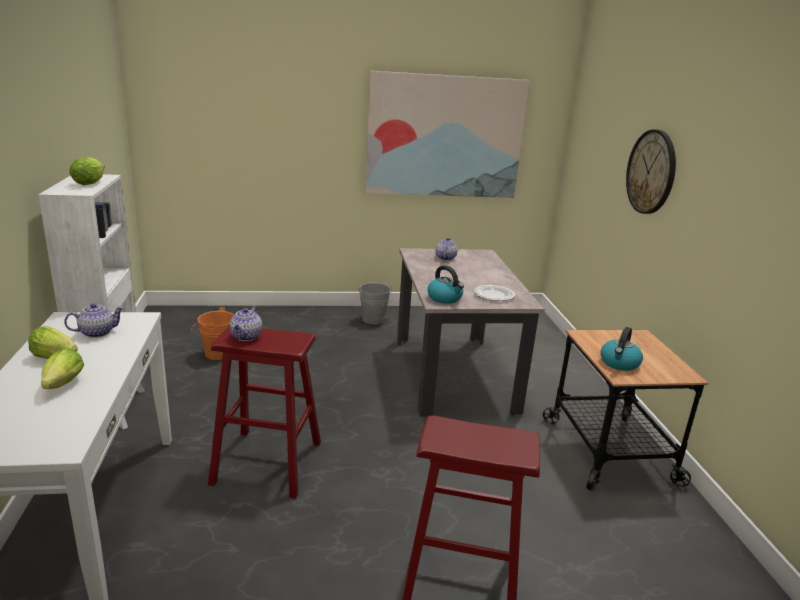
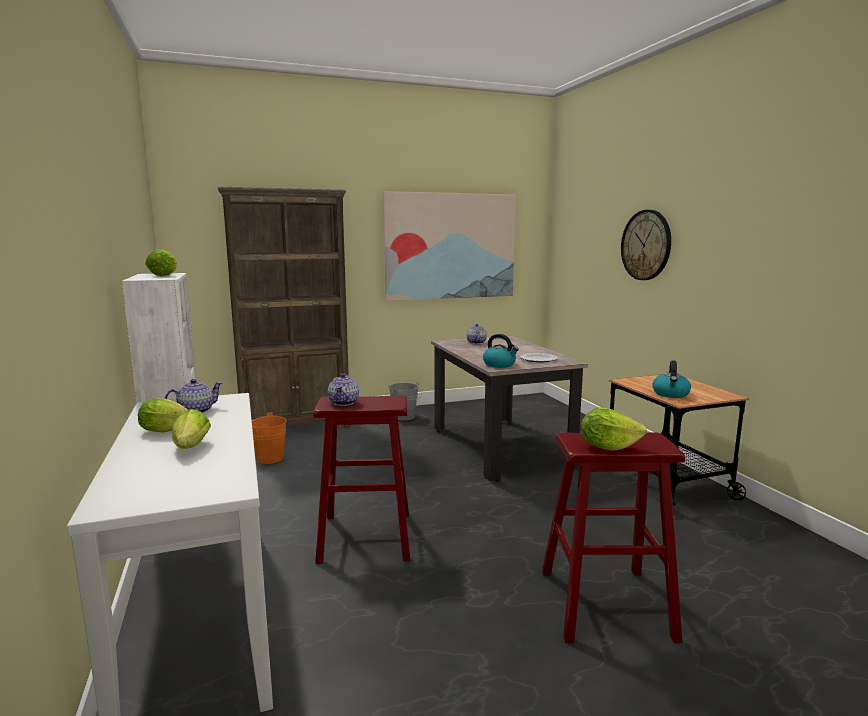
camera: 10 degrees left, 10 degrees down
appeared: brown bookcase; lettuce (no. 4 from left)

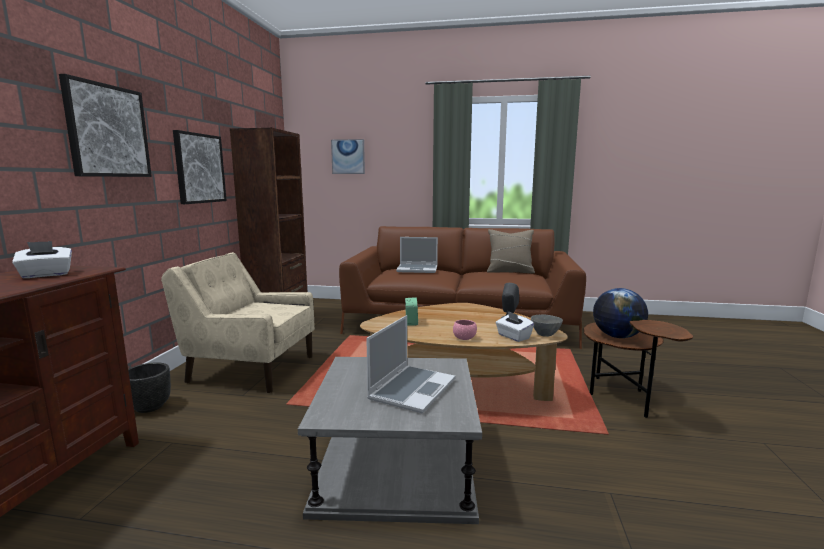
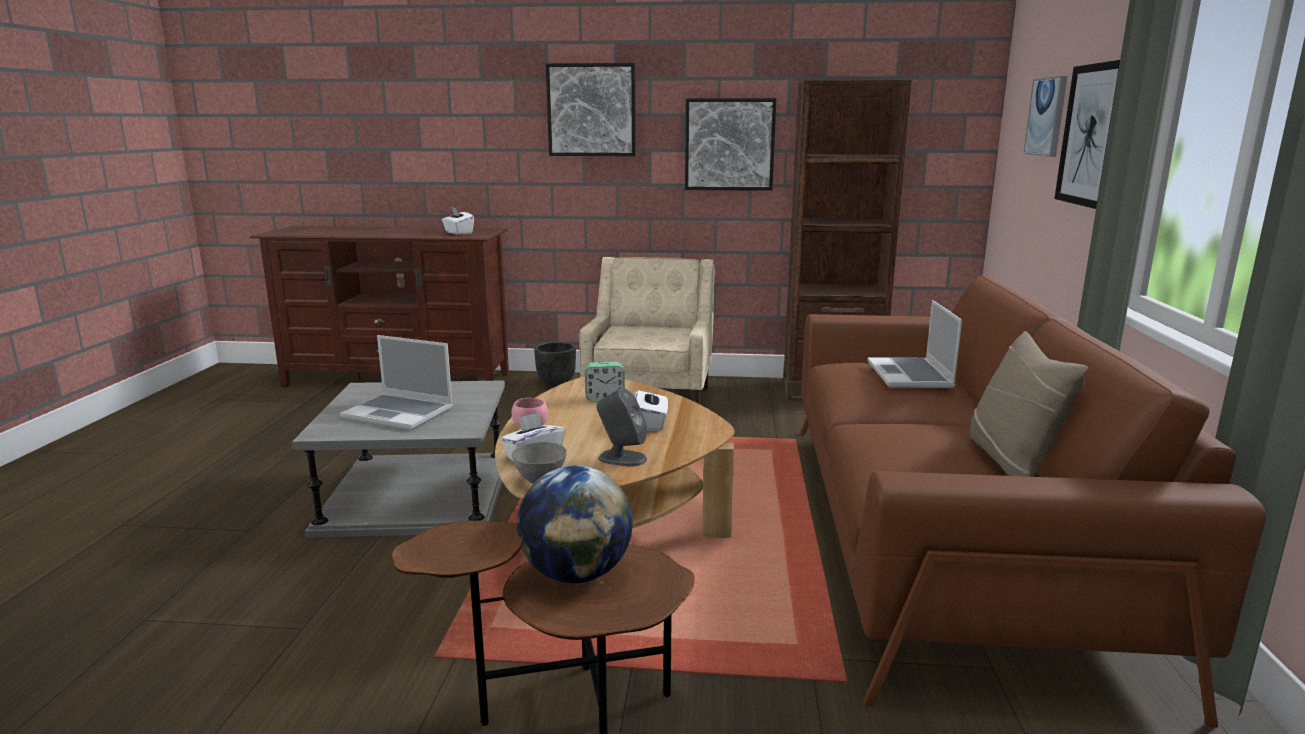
camera: 85 degrees right, 5 degrees up
appeared: white tissue box (no. 3 from left); picture (no. 4 from left)

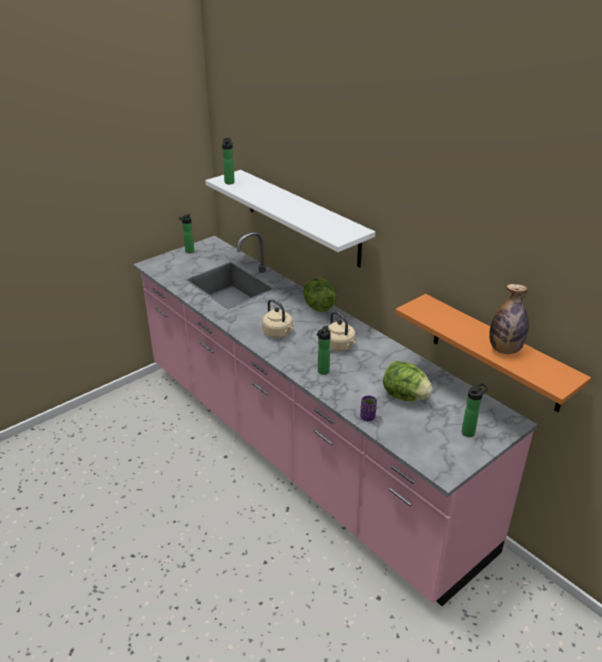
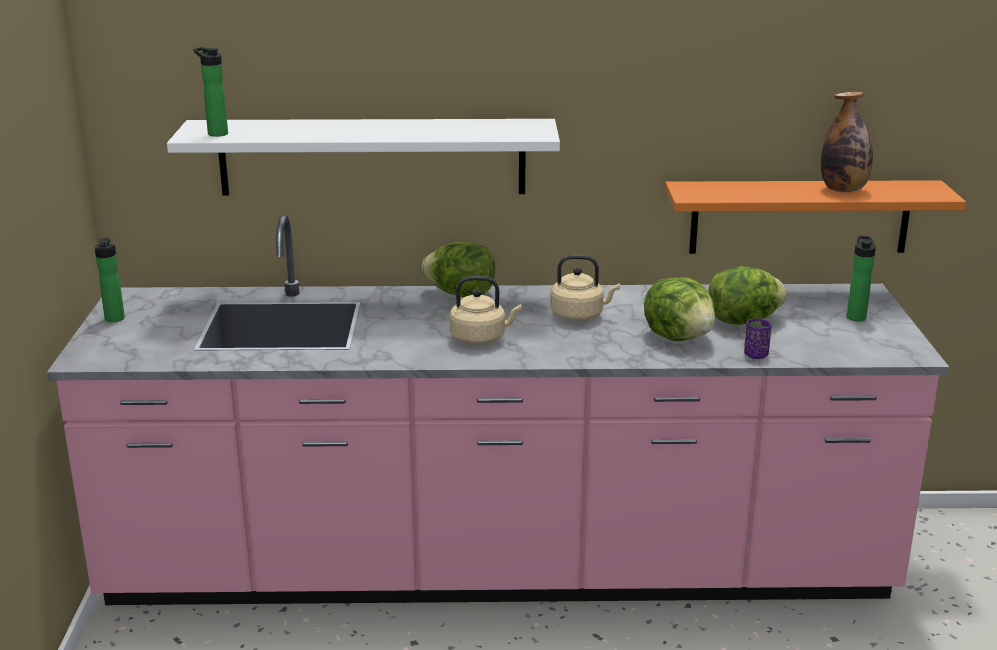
camera: 50 degrees left, 10 degrees down
missing: bottle (no. 3 from left)
appeared: lettuce (no. 2 from left)

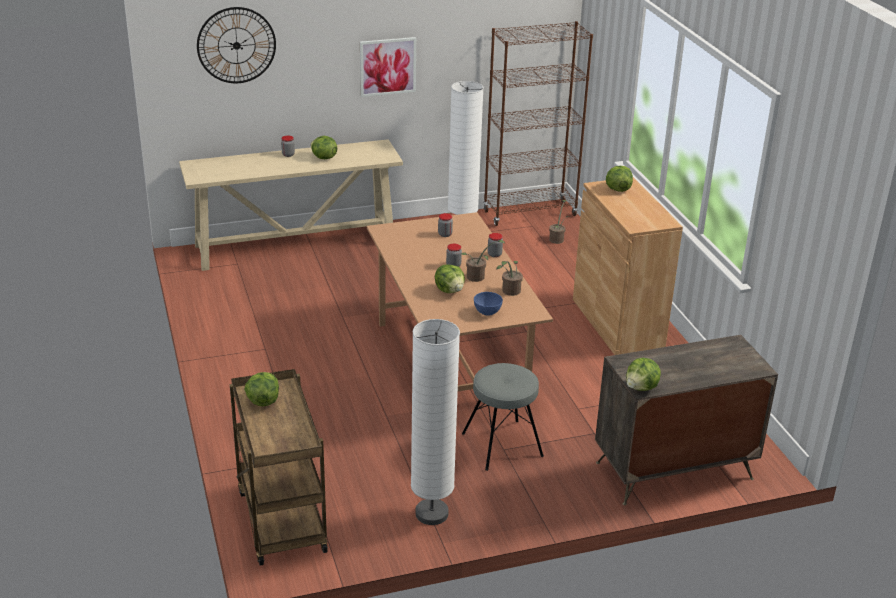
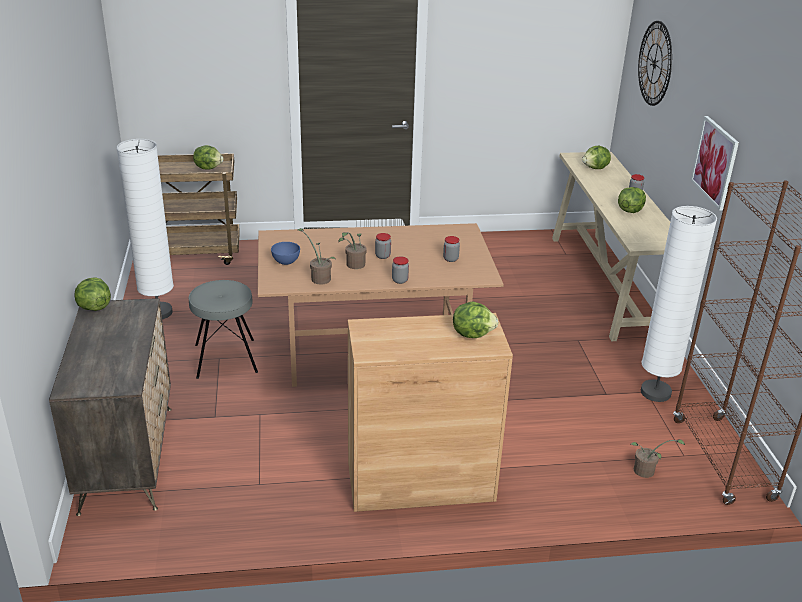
camera: 100 degrees right, 0 degrees up
relocated: lettuce (no. 3 from left in the first image) to lettuce (no. 4 from left)

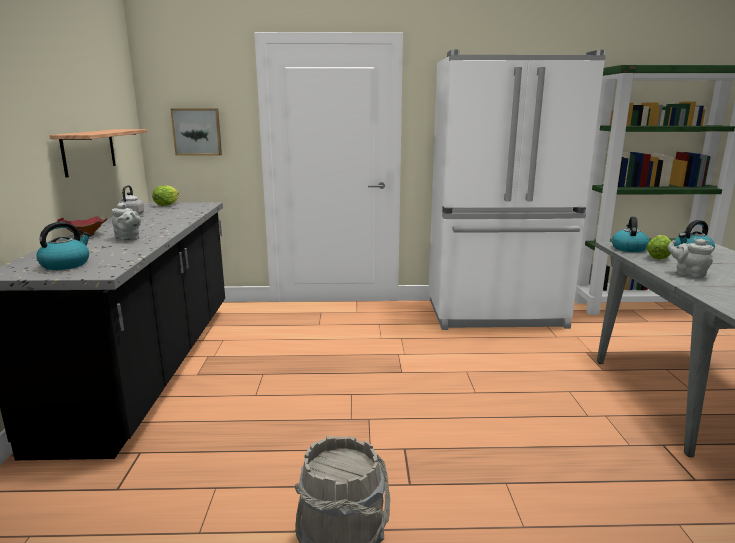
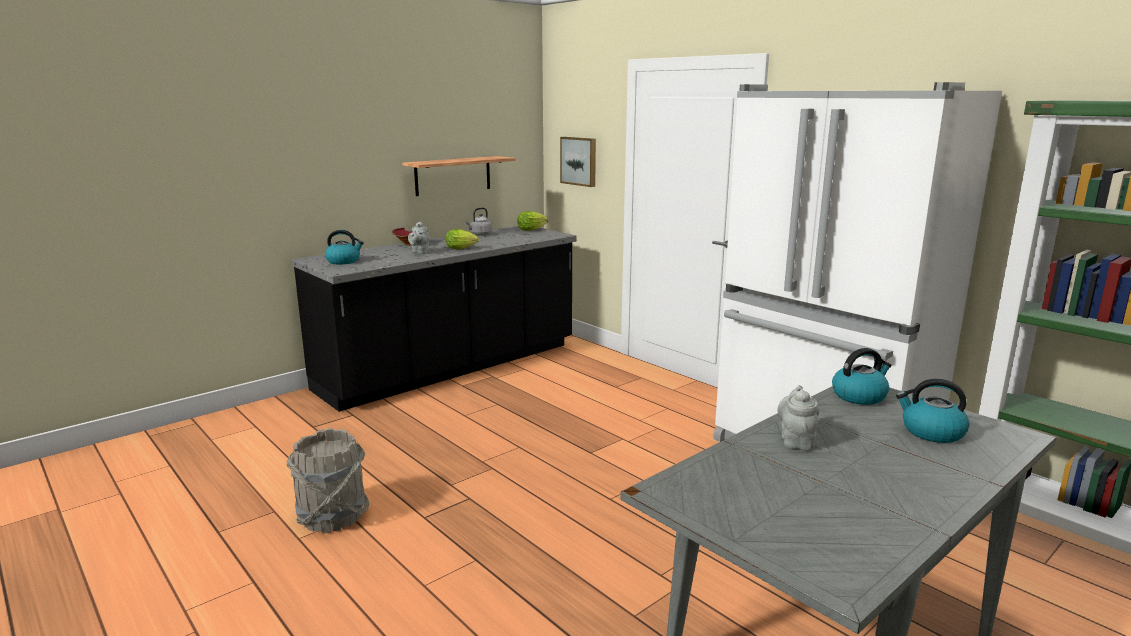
camera: 50 degrees right, 0 degrees up
relocated: lettuce (no. 2 from left in the first image) to lettuce (no. 1 from left)

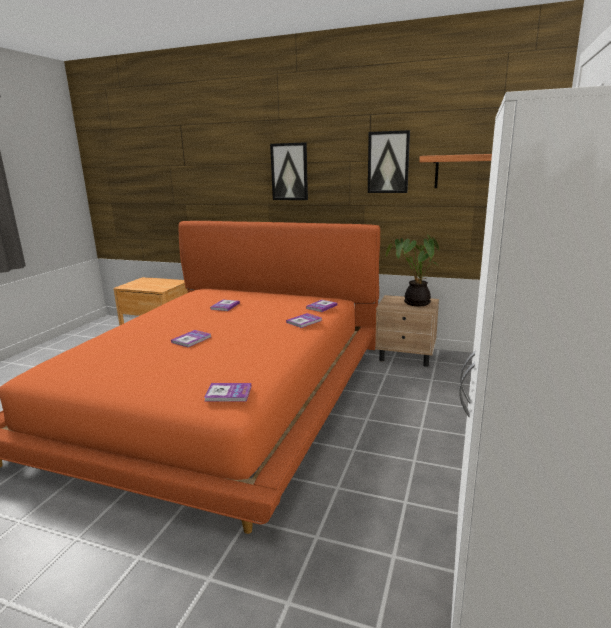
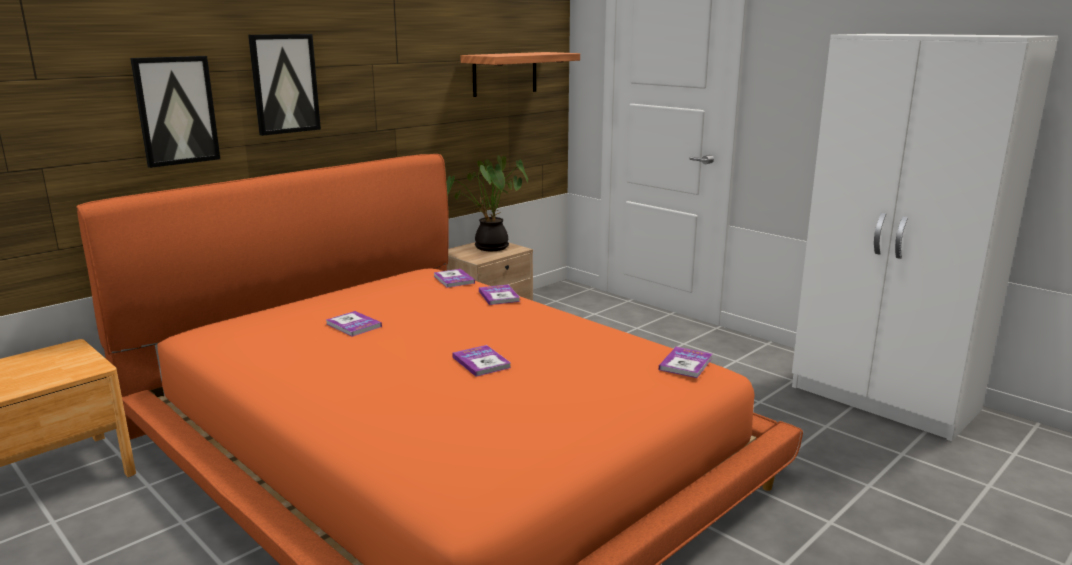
camera: 65 degrees left, 0 degrees up
relocated: picture (no. 2 from left in the first image) to picture (no. 1 from left)

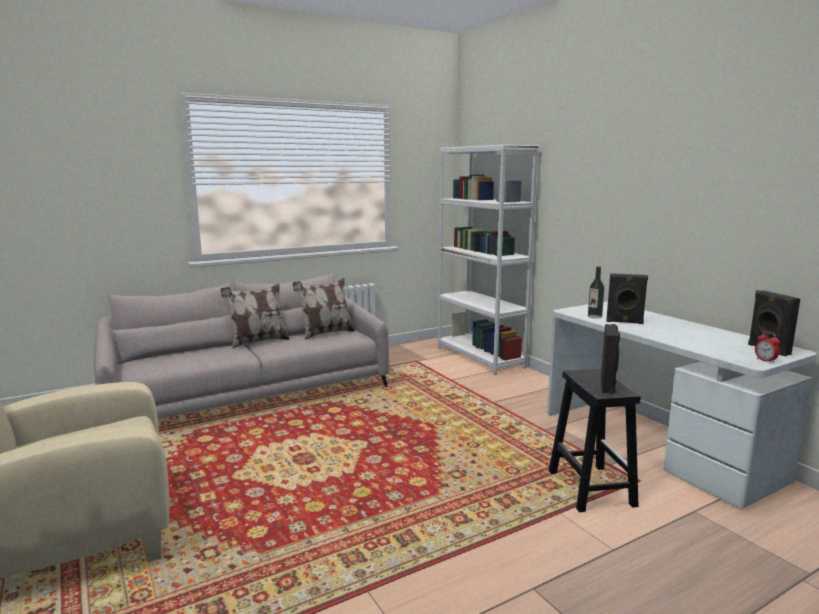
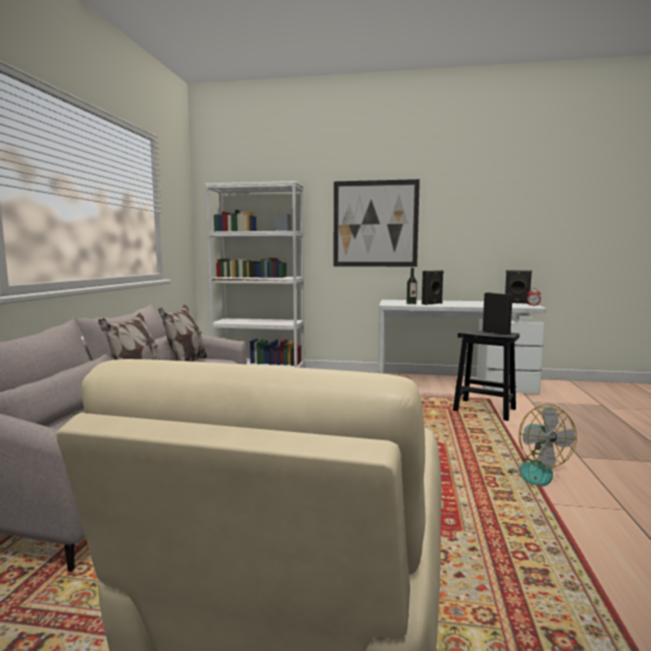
camera: 50 degrees left, 5 degrees down
appeared: picture; fan

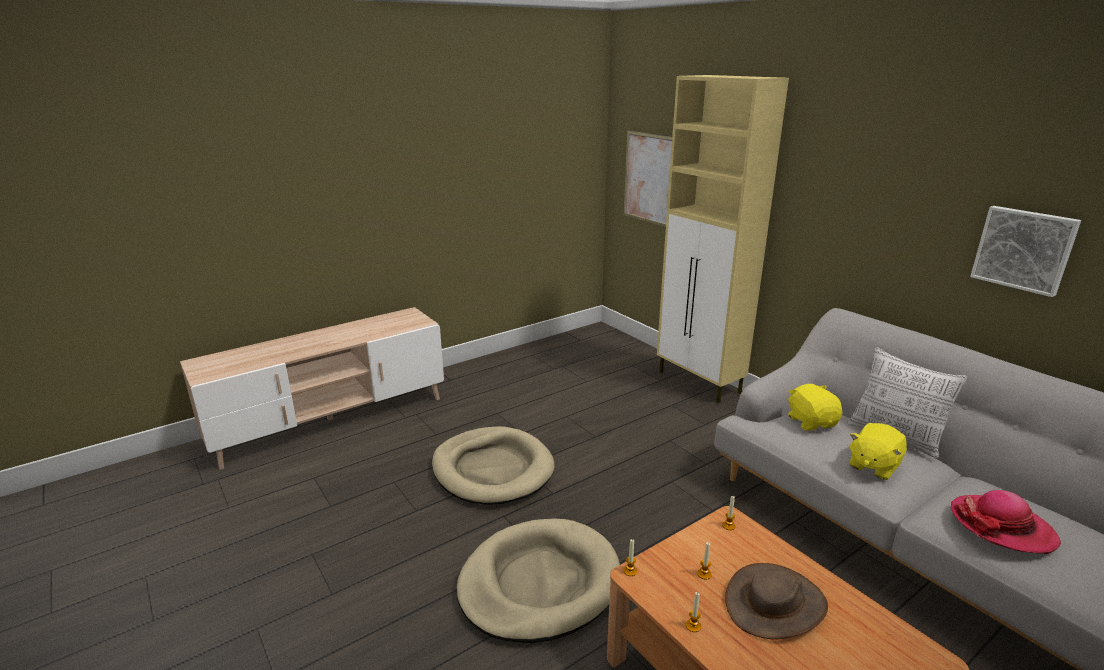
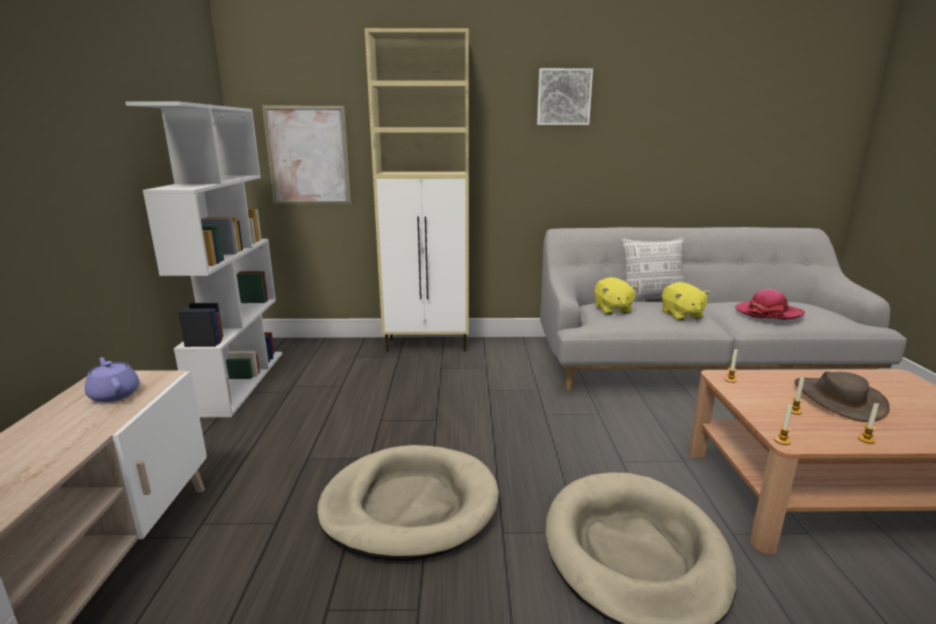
camera: 55 degrees left, 5 degrees down
appeared: purple teapot; white bookcase
relocated: picture (no. 2 from left)
spun: yellow plush toy (no. 1 from left) 120 degrees counterclockwise

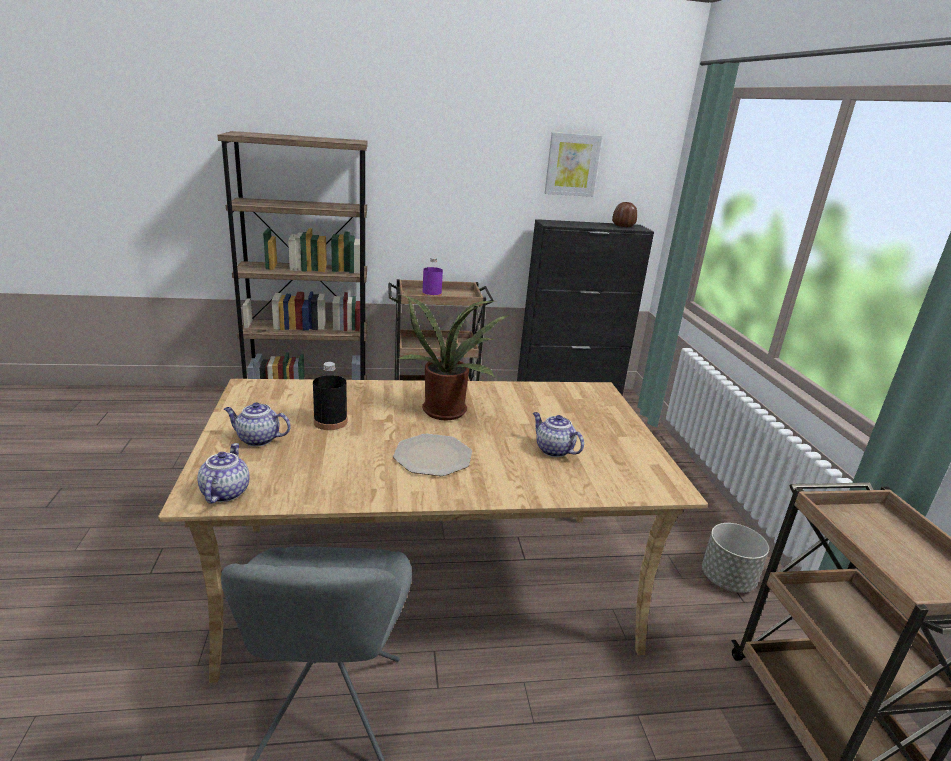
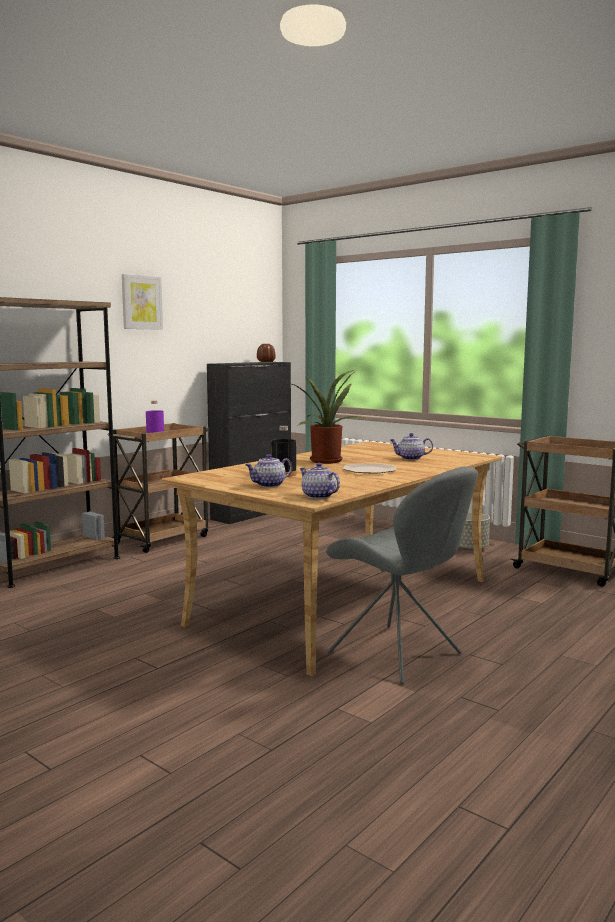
camera: 40 degrees left, 15 degrees down
relocated: picture

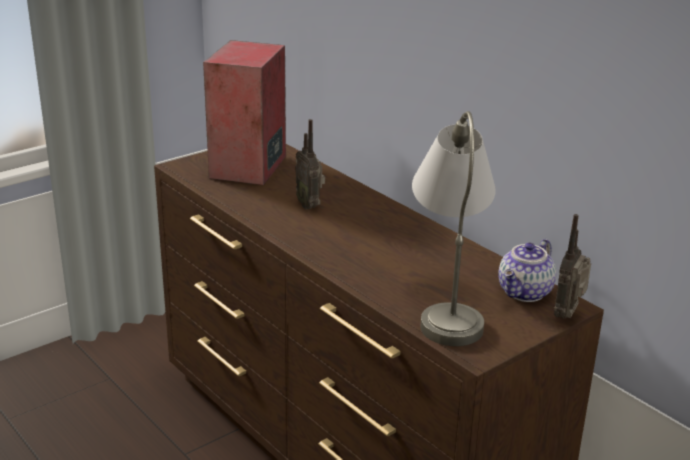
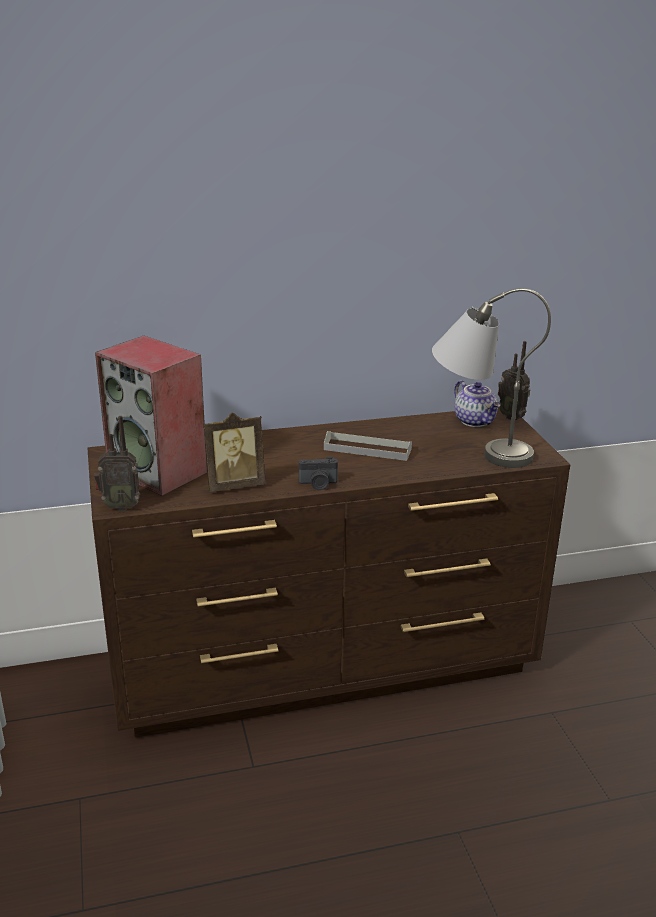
camera: 65 degrees left, 0 degrees up
appeared: picture frame; photo camera; grey tray
relocated: radio (no. 1 from left)

